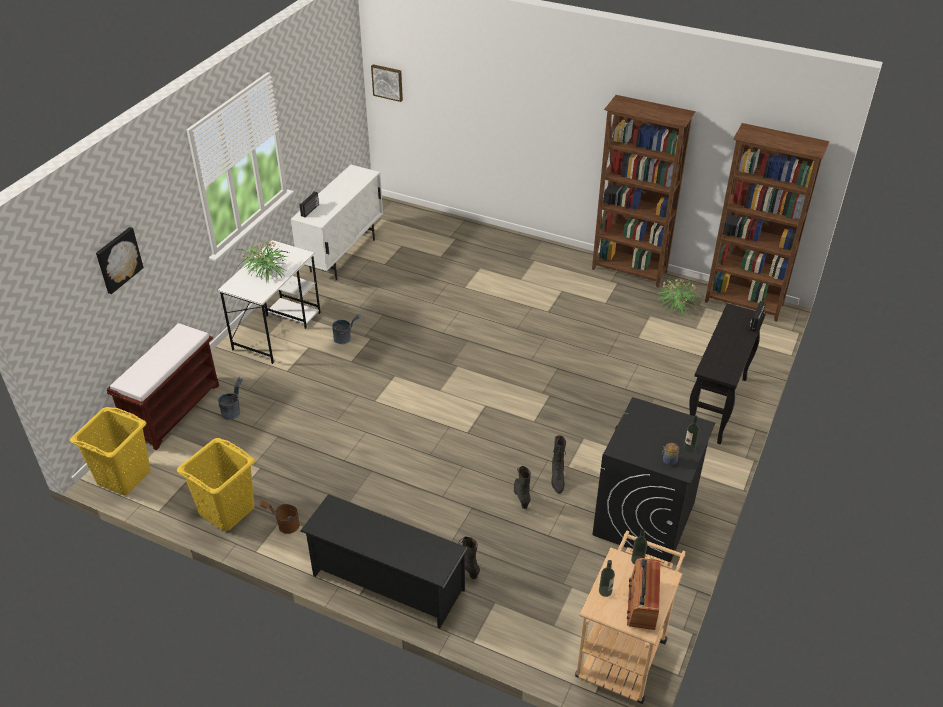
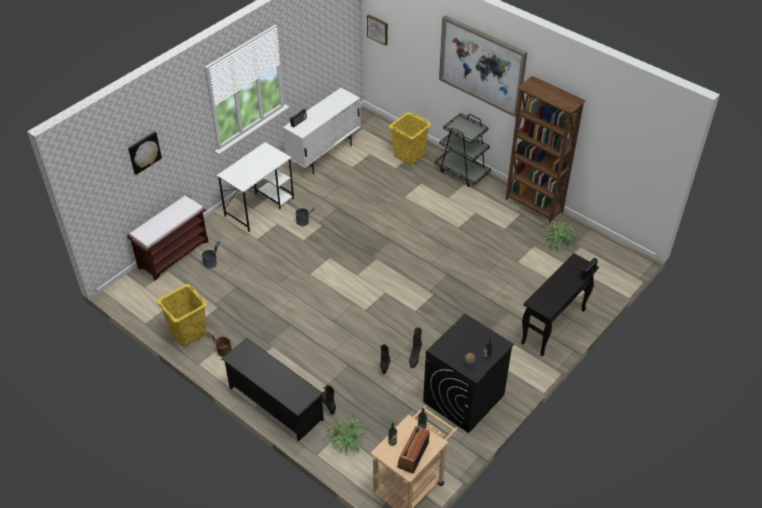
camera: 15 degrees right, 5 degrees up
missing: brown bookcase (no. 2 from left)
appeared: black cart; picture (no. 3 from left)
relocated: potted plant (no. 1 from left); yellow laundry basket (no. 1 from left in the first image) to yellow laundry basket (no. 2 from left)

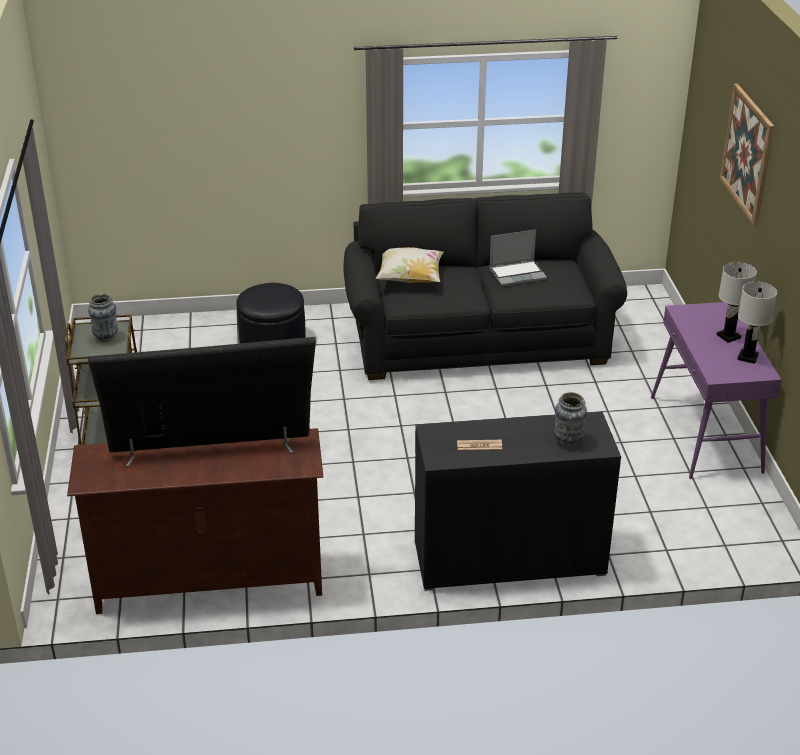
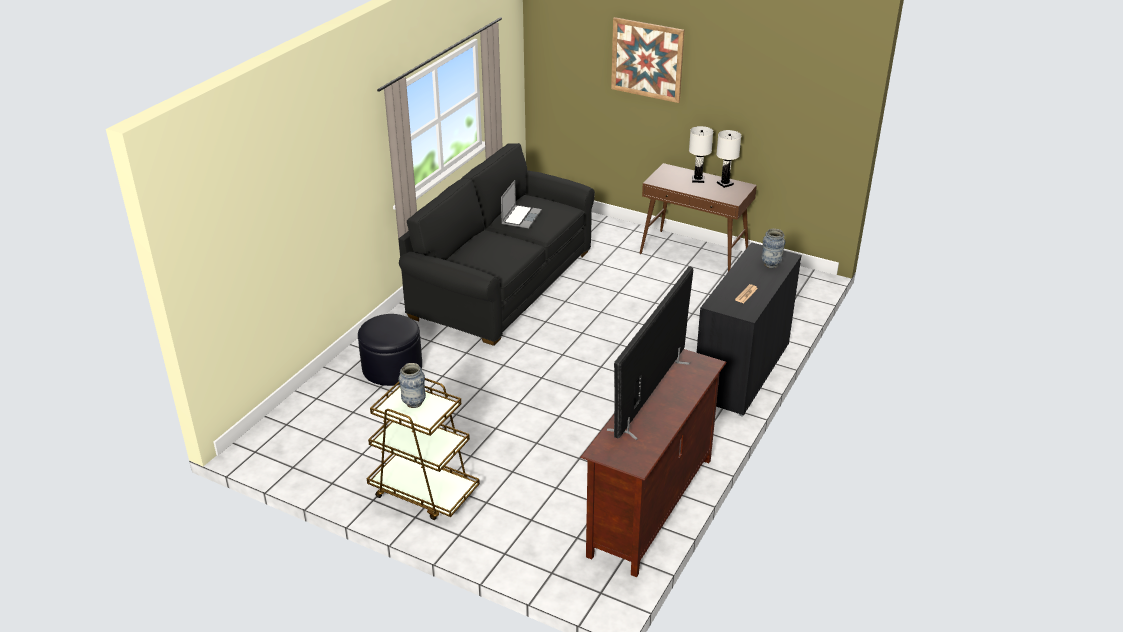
camera: 55 degrees left, 0 degrees up
missing: pillow
colour: purple console table to brown console table

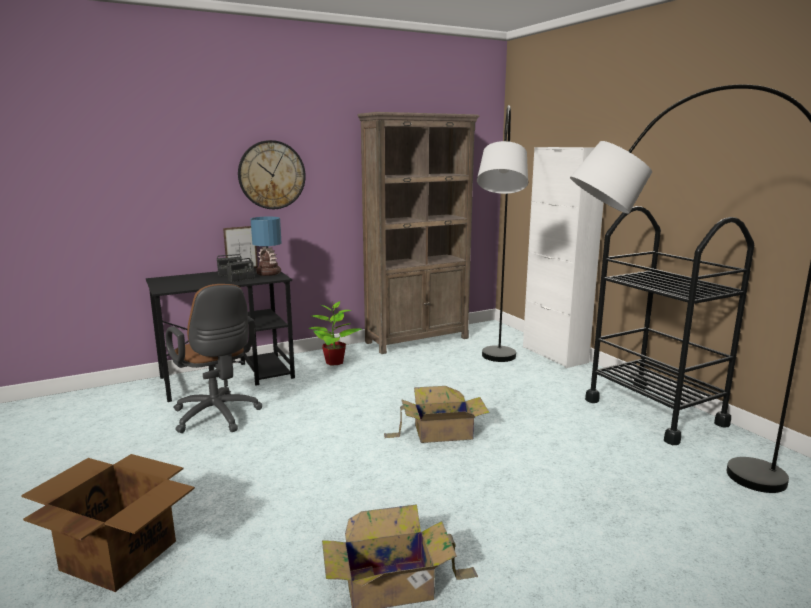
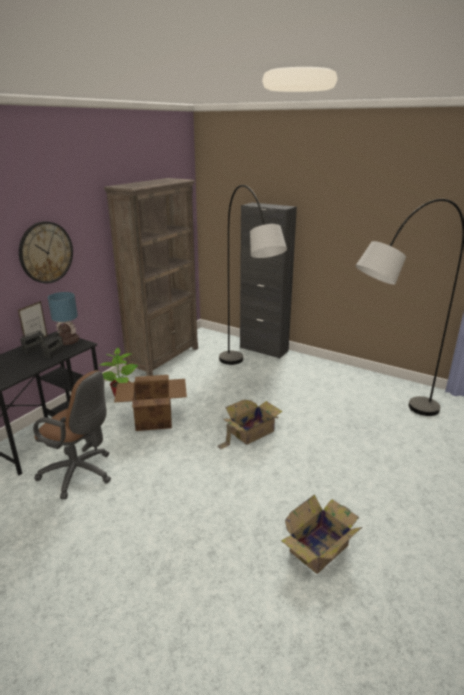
camera: 30 degrees left, 10 degrees up
missing: black cart
relocated: cardboard box (no. 1 from left)
colour: white cabinet to black cabinet

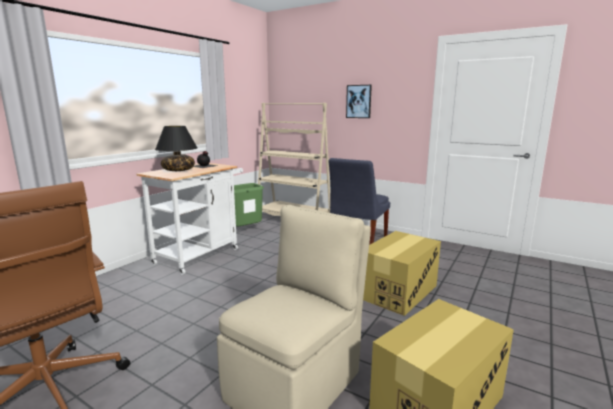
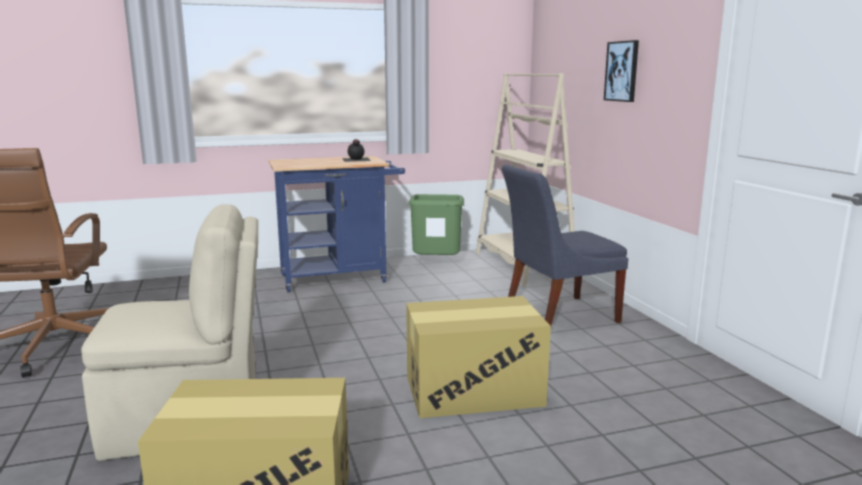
camera: 40 degrees right, 0 degrees up
missing: black table lamp
colour: white cart to blue cart

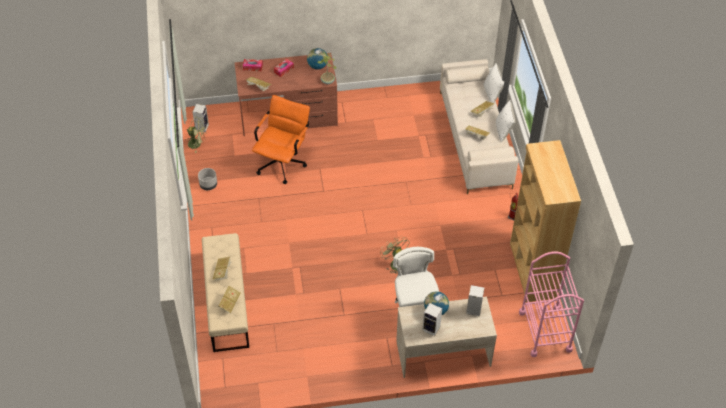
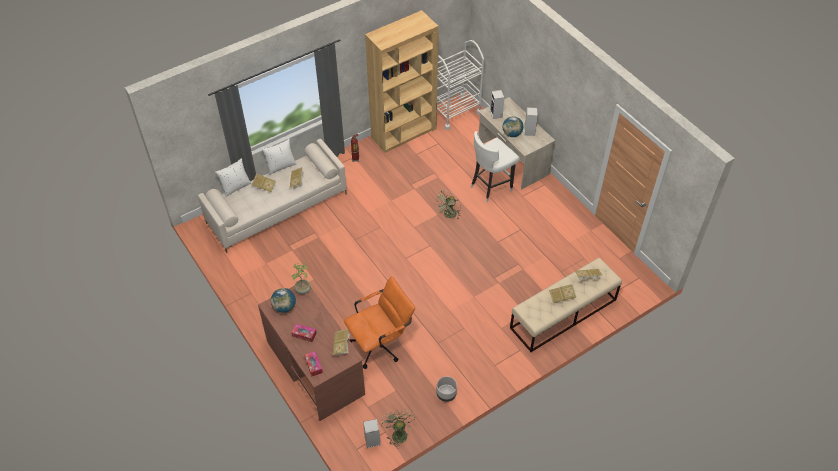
camera: 115 degrees left, 0 degrees up
colour: pink cart to white cart
spun: orange office chair 150 degrees clockwise

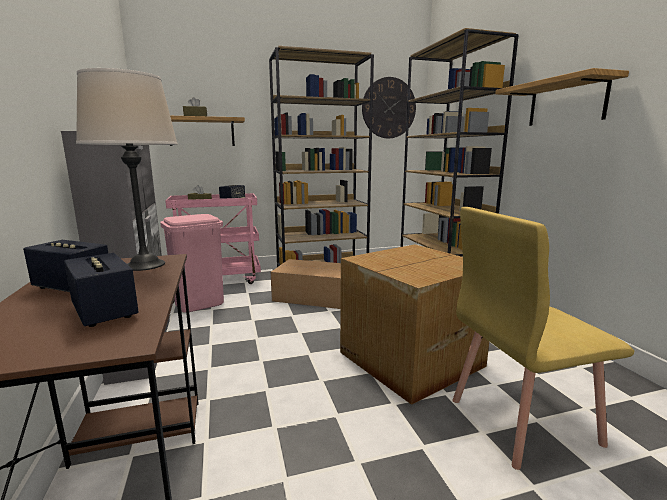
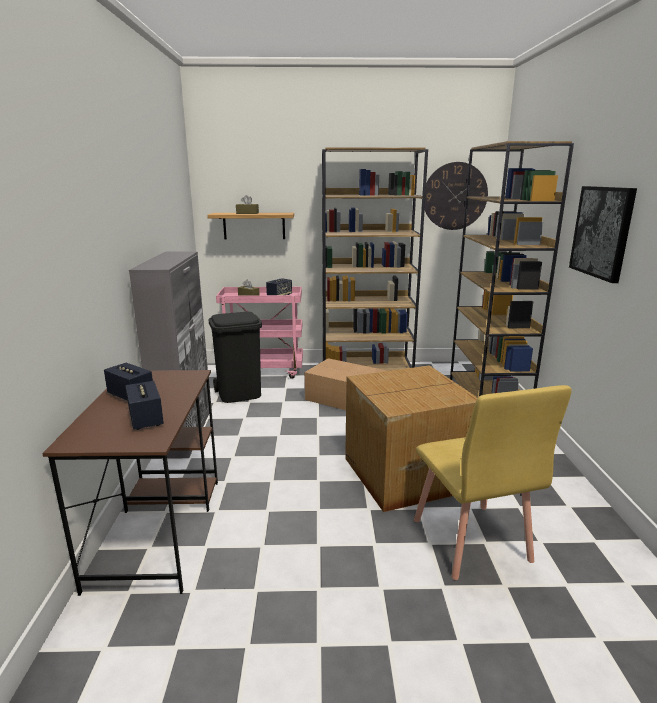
camera: 15 degrees right, 5 degrees up
missing: beige table lamp
exchanged: shelf (no. 2 from left) to picture
colour: pink trash can to black trash can
spun: yellow chair 105 degrees counterclockwise

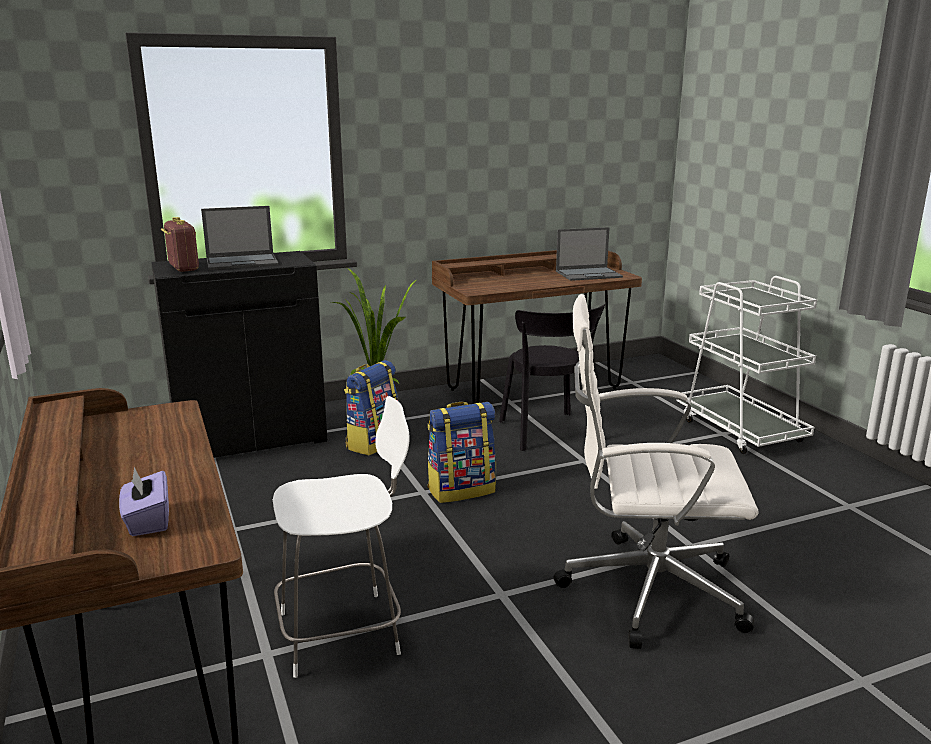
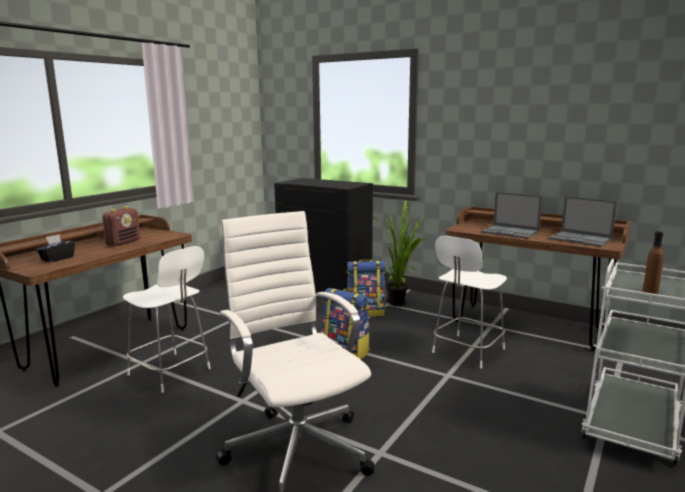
camera: 55 degrees right, 5 degrees down
appeared: brown bottle
relocated: radio; laptop (no. 1 from left)
exchanged: black chair to white stool (no. 2 from left)
colour: purple tissue box to black tissue box

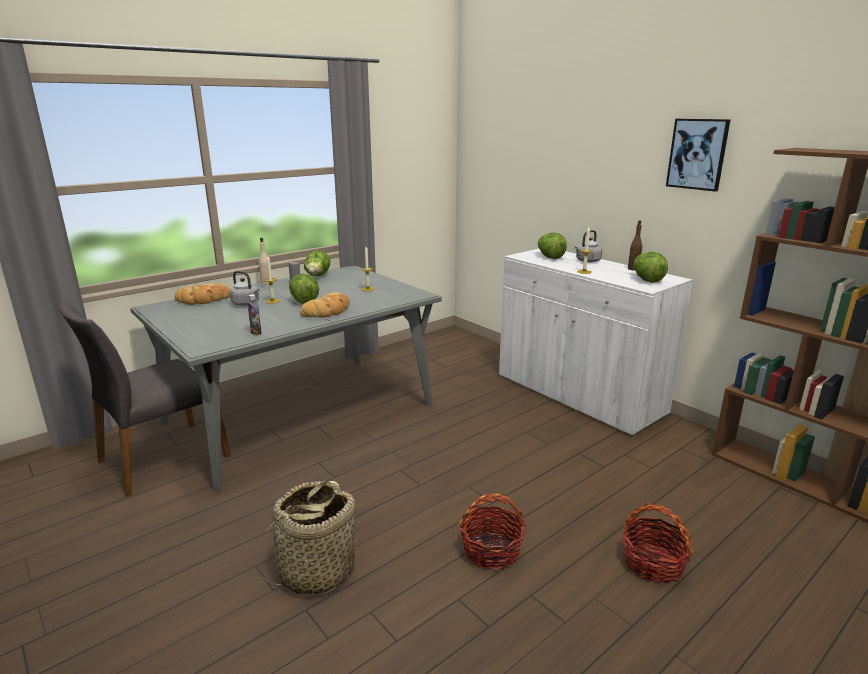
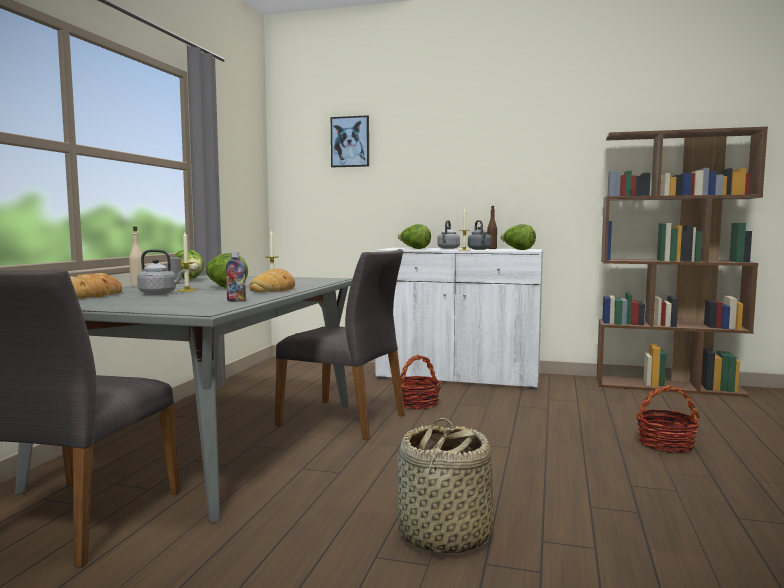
camera: 35 degrees left, 15 degrees down
appeared: grey chair (no. 2 from left); grey kettle (no. 3 from left)
relocated: picture; basket (no. 2 from left in the first image) to basket (no. 1 from left)

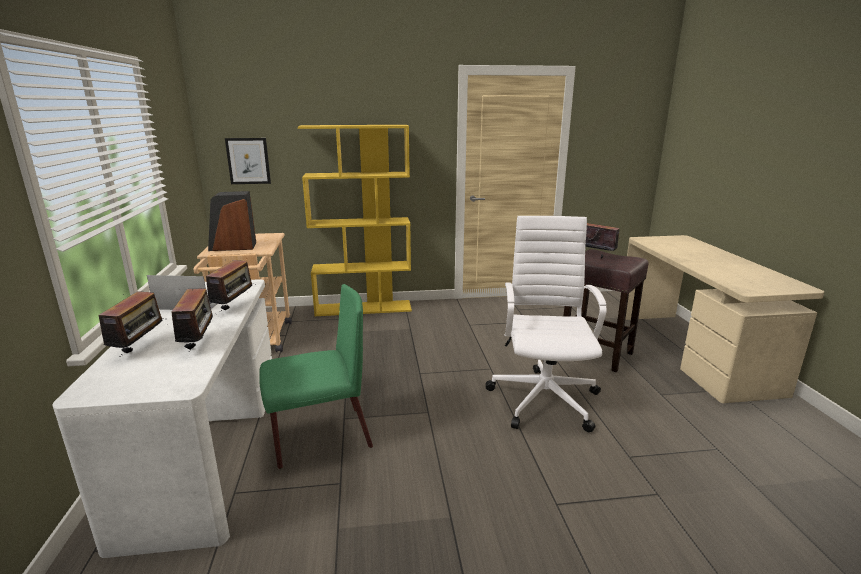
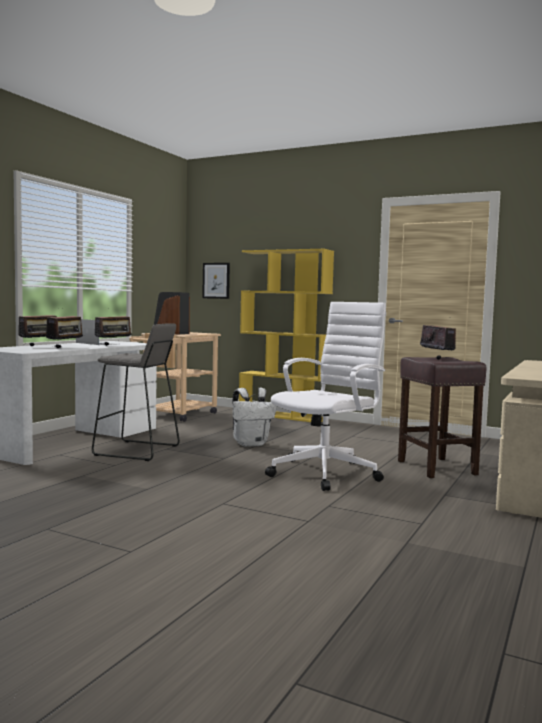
camera: 35 degrees right, 15 degrees down
appeared: white backpack
exchanged: green chair to grey stool

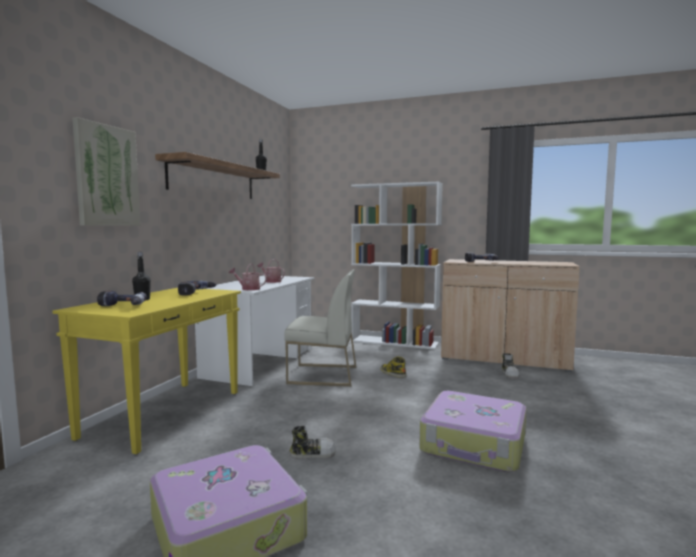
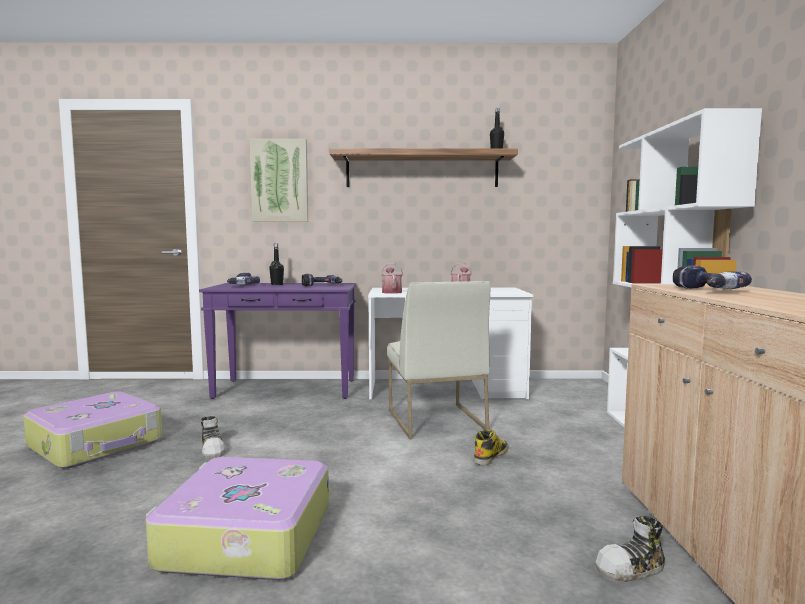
camera: 70 degrees right, 0 degrees up
colour: yellow console table to purple console table

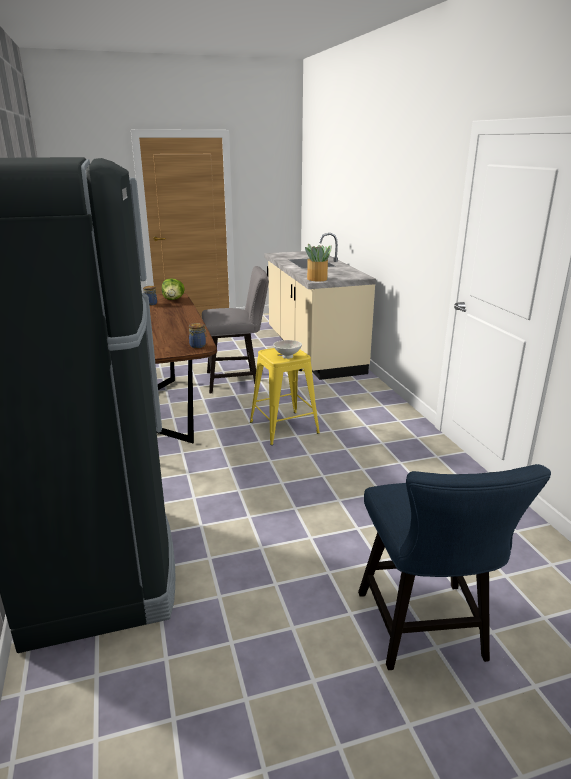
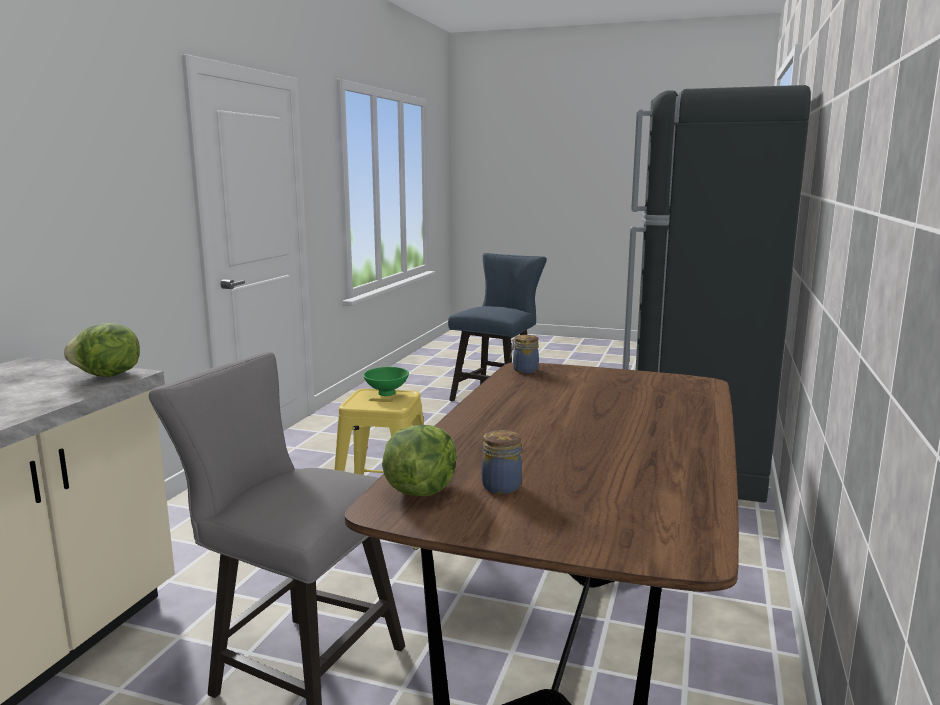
camera: 145 degrees left, 10 degrees down
exchanged: potted plant to lettuce (no. 1 from left)
colour: white bowl to green bowl

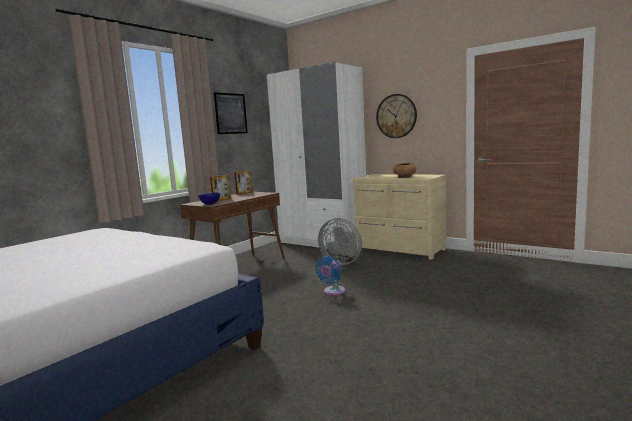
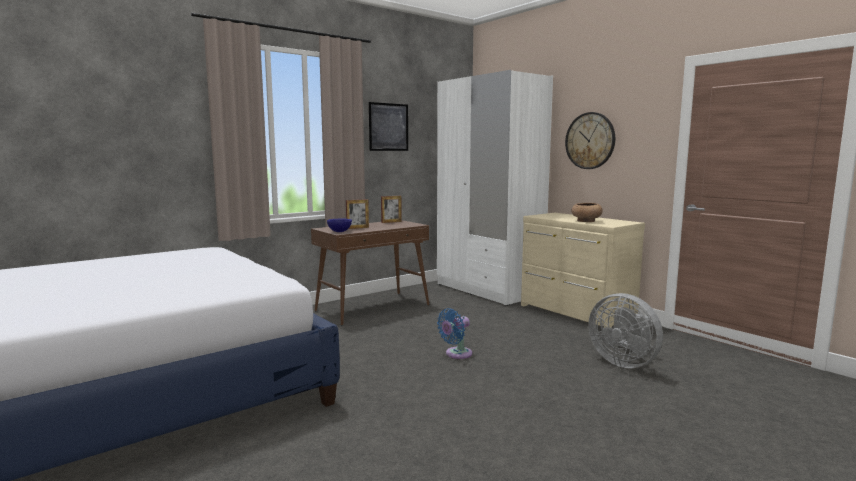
camera: 15 degrees right, 0 degrees up
relocated: grey fan

